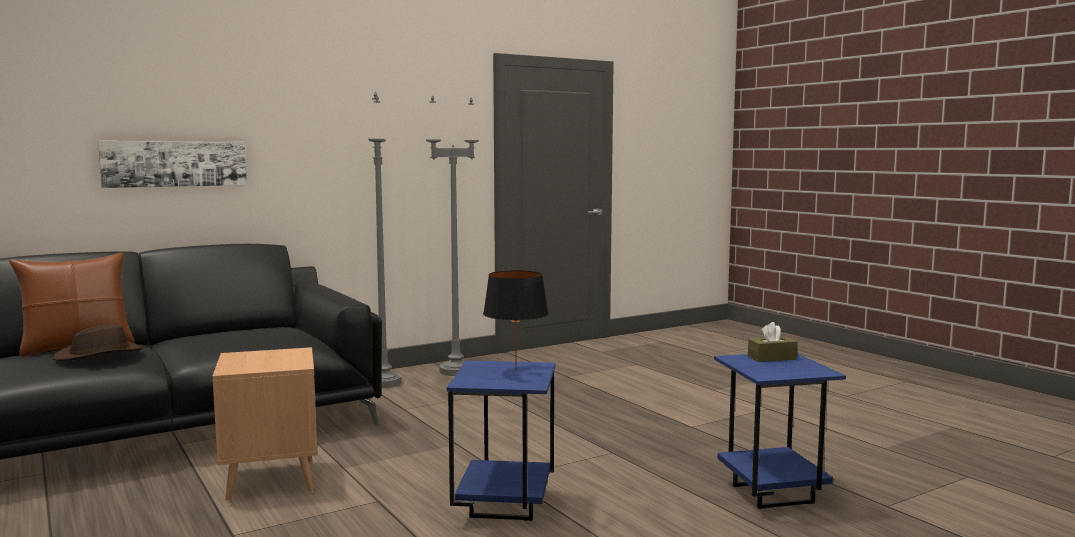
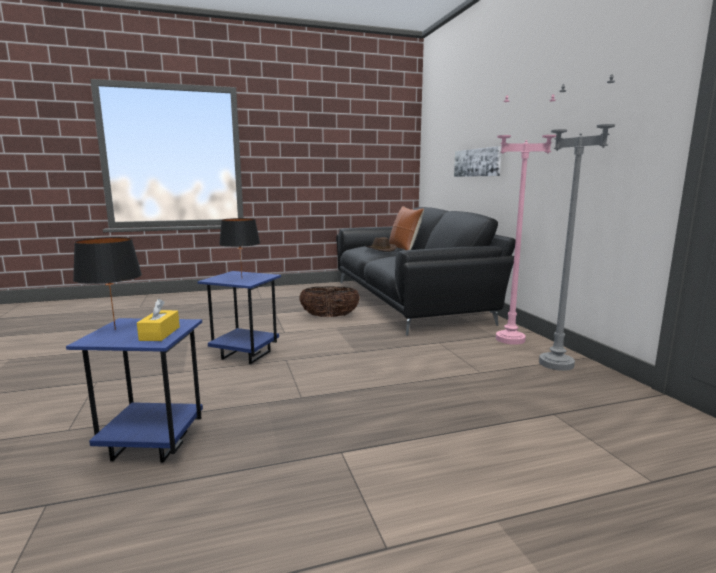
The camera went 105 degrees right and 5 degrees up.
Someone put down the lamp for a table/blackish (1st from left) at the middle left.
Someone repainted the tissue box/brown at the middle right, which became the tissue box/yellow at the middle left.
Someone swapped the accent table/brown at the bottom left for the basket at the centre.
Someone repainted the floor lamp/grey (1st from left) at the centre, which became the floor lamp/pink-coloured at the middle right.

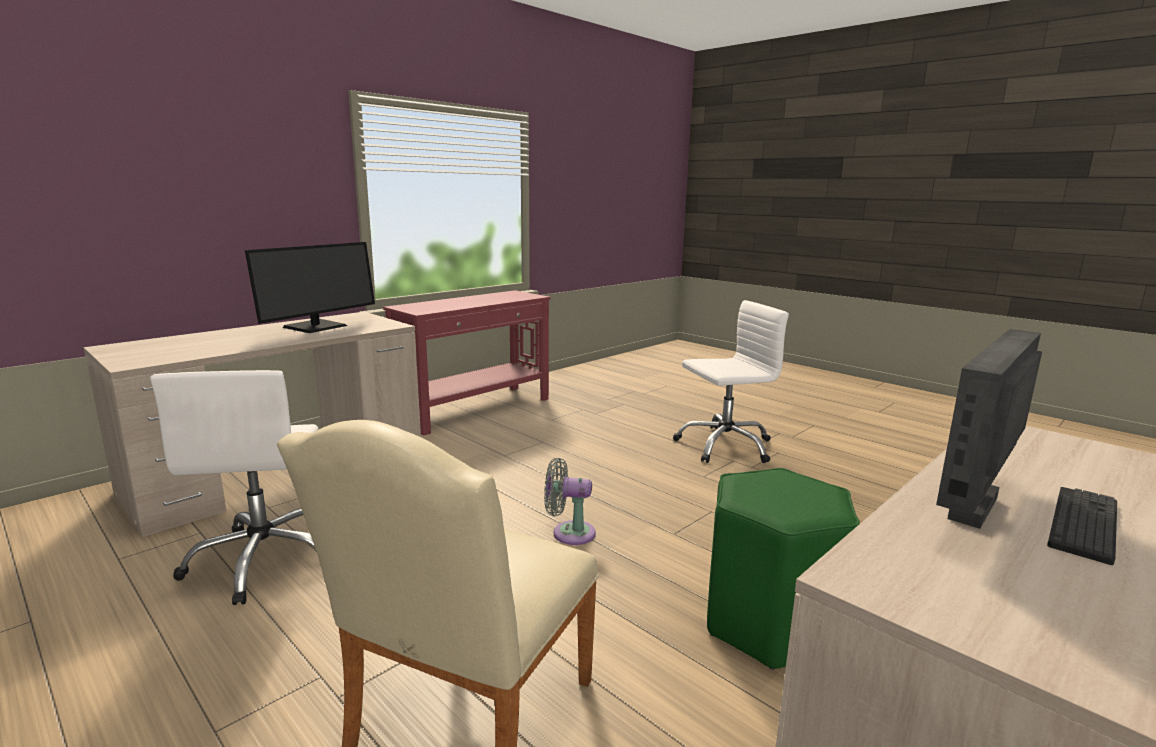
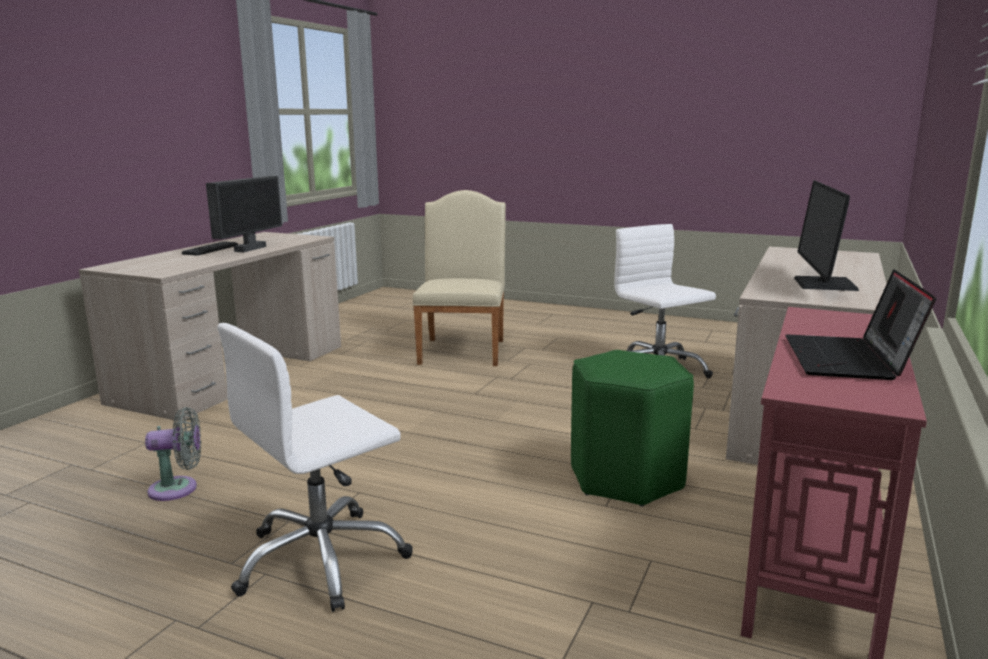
The camera went 160 degrees right and 0 degrees up.
Someone carried the cooling fan/grey from the bottom centre to the bottom left.
Someone carried the sitting stool/green-coloured from the bottom right to the centre.
Someone put down the portable computer at the middle right.

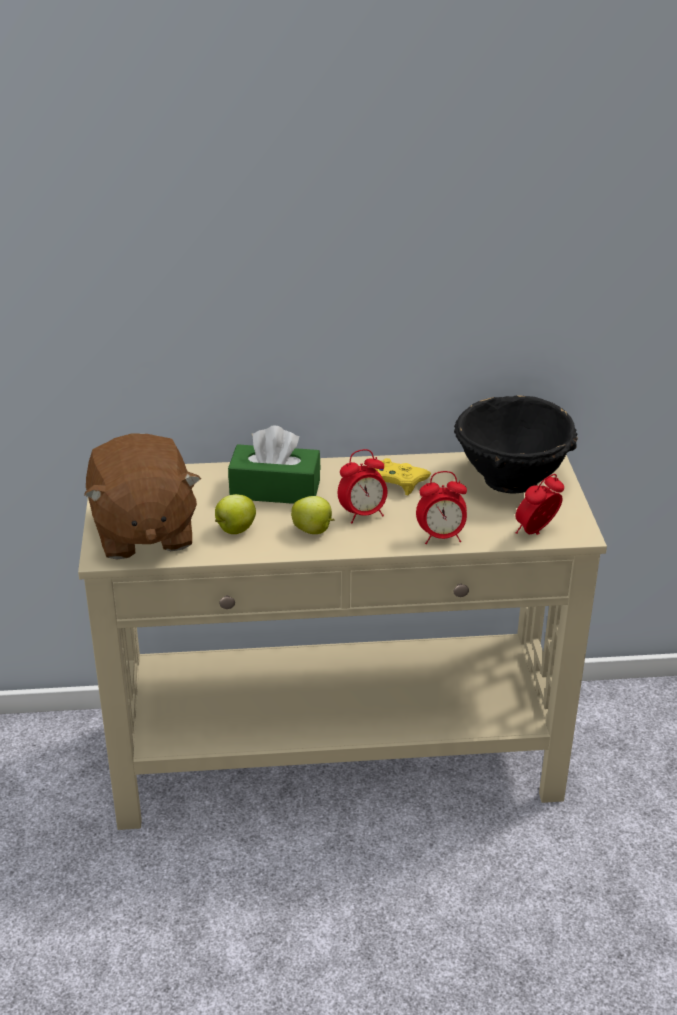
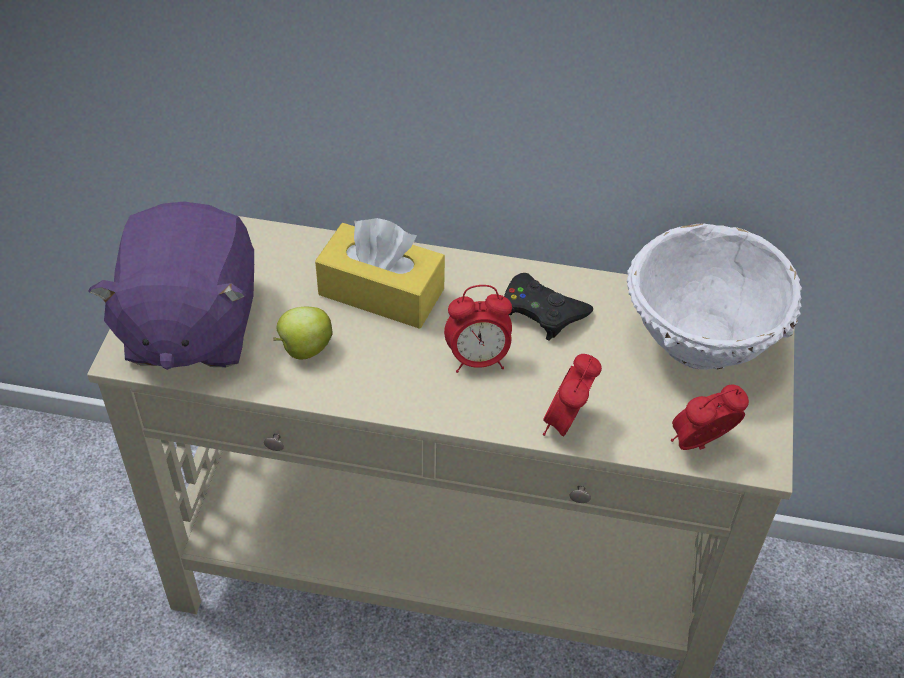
The camera went 15 degrees right and 15 degrees up.
Someone repainted the cuddly toy/brown at the middle left, which became the cuddly toy/purple-coloured at the middle left.
Someone repainted the tissue box/green-coloured at the centre, which became the tissue box/yellow at the centre.
Someone repainted the gamepad/yellow at the centre, which became the gamepad/blackish at the centre.
Someone rotated the bedside clock (2nd from left) at the centre by 105 degrees clockwise.
Someone repainted the deep dish/blackish at the middle right, which became the deep dish/whitish at the middle right.
Someone took away the whole apple (2nd from left) at the centre.

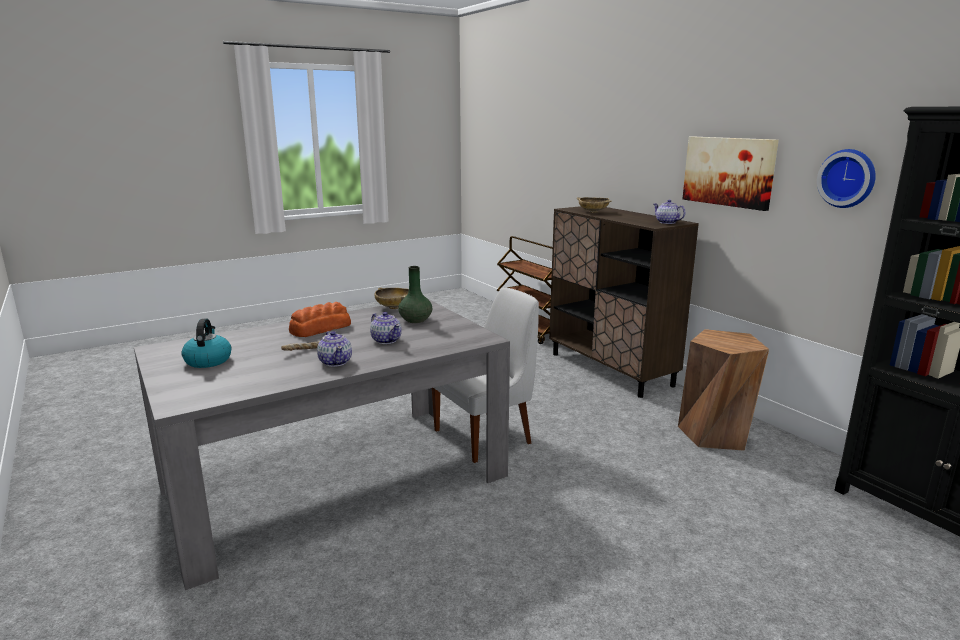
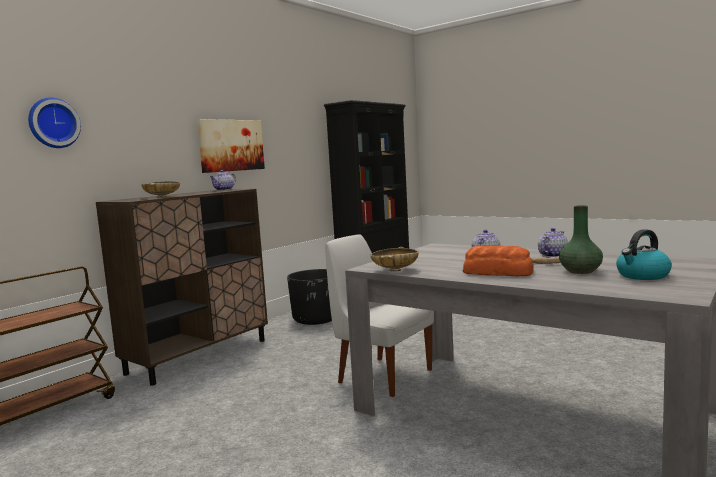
The camera went 110 degrees left and 10 degrees down.
Someone carried the clock on the wall from the top right to the top left.
Someone swapped the sitting stool/brown at the middle right for the planter/blackish at the centre.
Someone carried the vase/green-coloured from the centre to the middle right.

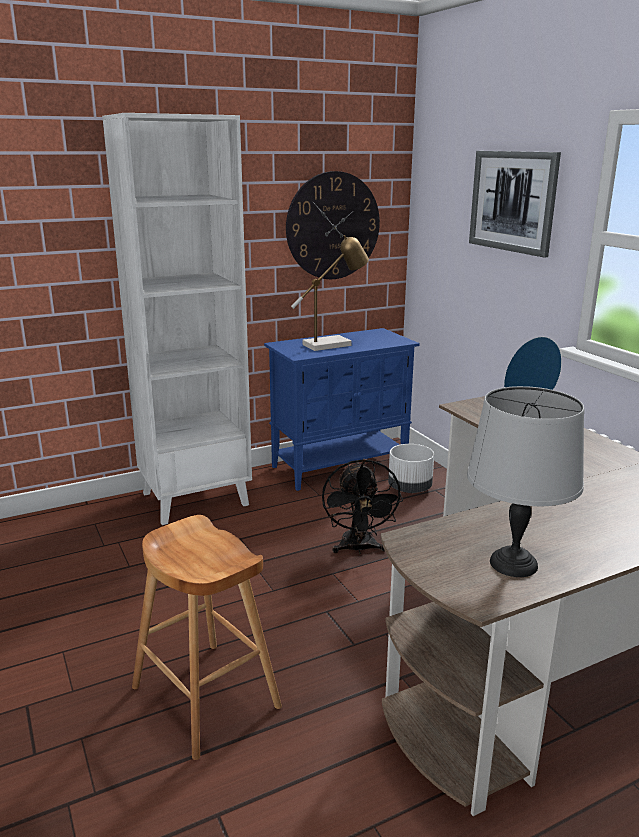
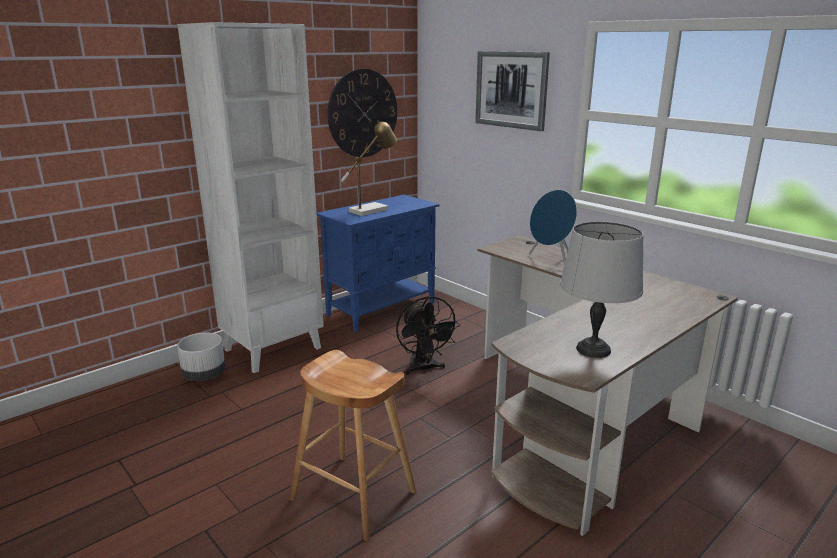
The camera went 15 degrees left and 0 degrees up.
Someone carried the planter/whitish from the centre to the middle left.

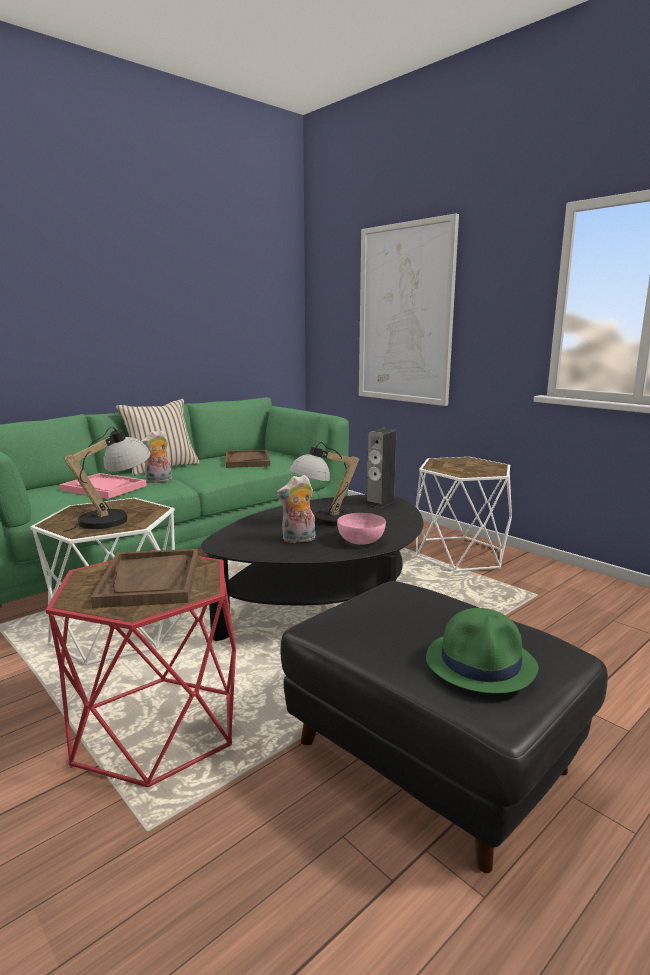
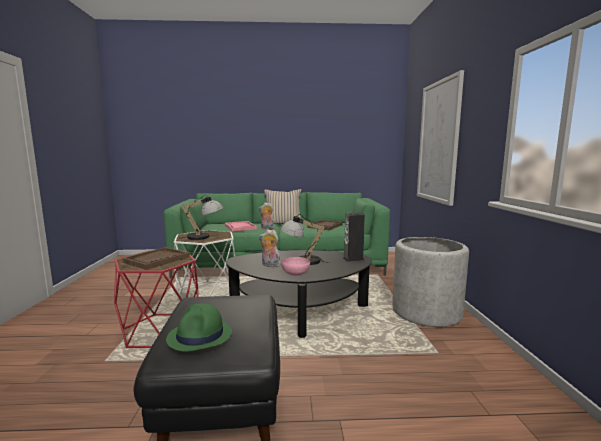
The camera went 40 degrees right and 5 degrees down.
Someone swapped the accent table/whitish (2nd from left) at the middle right for the planter/grey at the middle right.

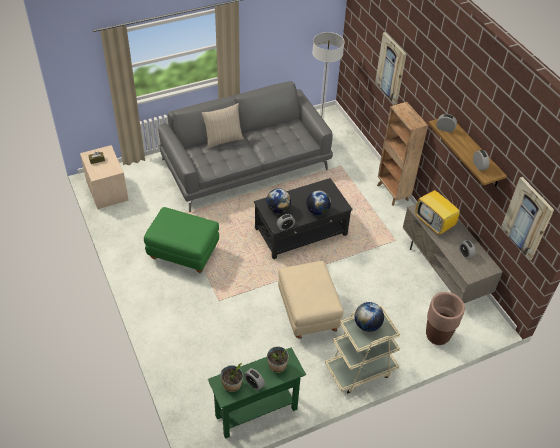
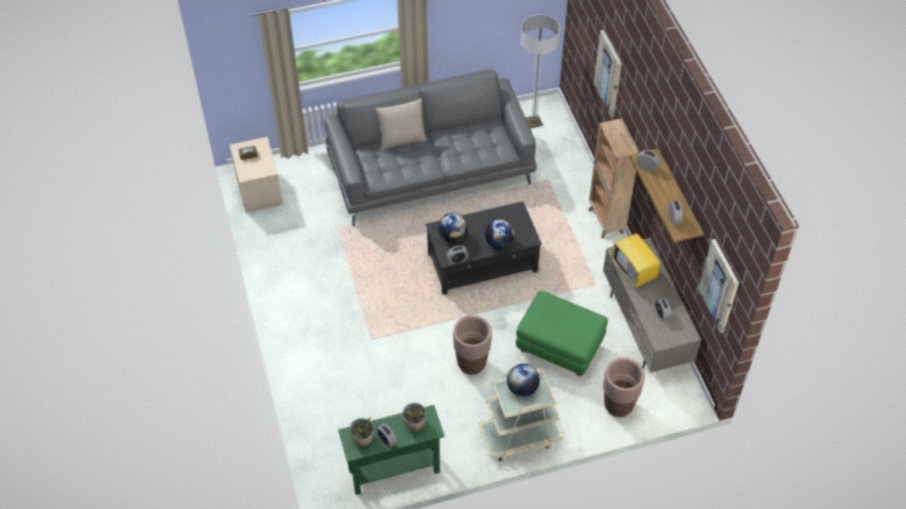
The camera went 10 degrees right and 5 degrees up.
Someone swapped the pouffe/sand-coloured at the bottom centre for the planter/brown (1st from left) at the bottom centre.
Someone carried the pouffe/green-coloured from the middle left to the centre.

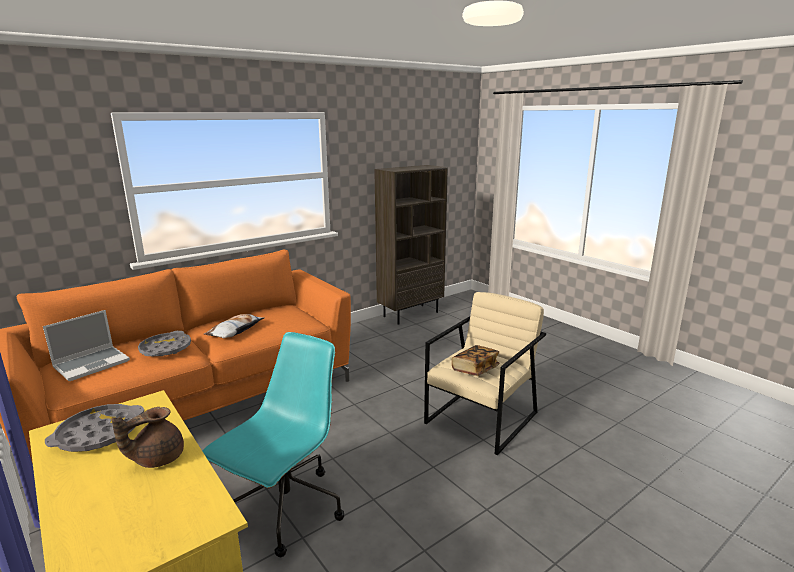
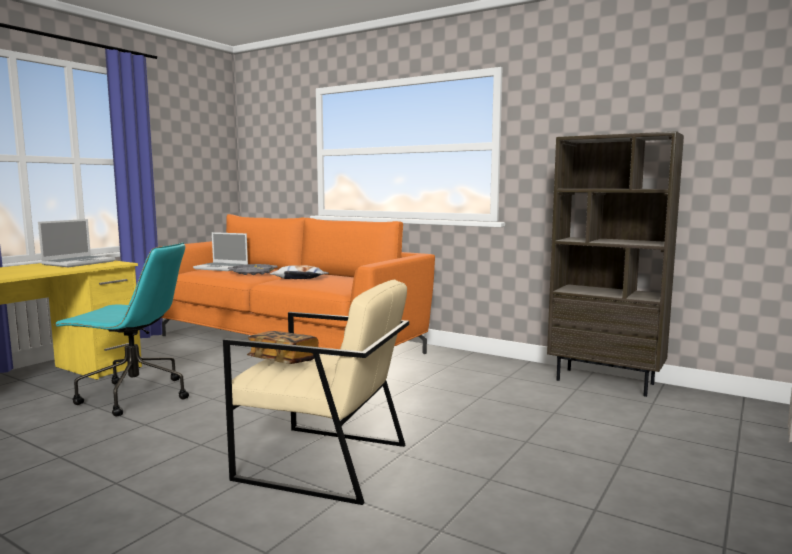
The camera went 70 degrees right and 10 degrees down.
Someone swapped the serving tray/grey (1st from left) at the bottom left for the portable computer (1st from left) at the middle left.
Someone took away the teapot/brown at the bottom left.

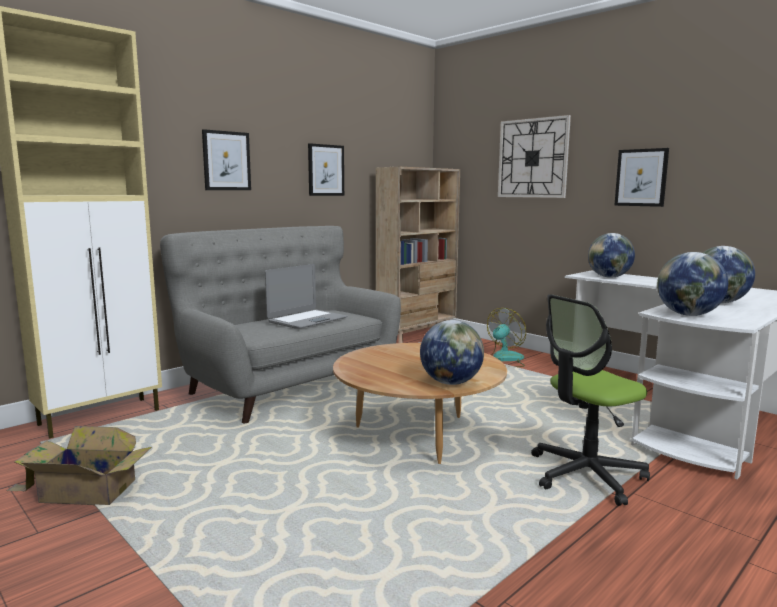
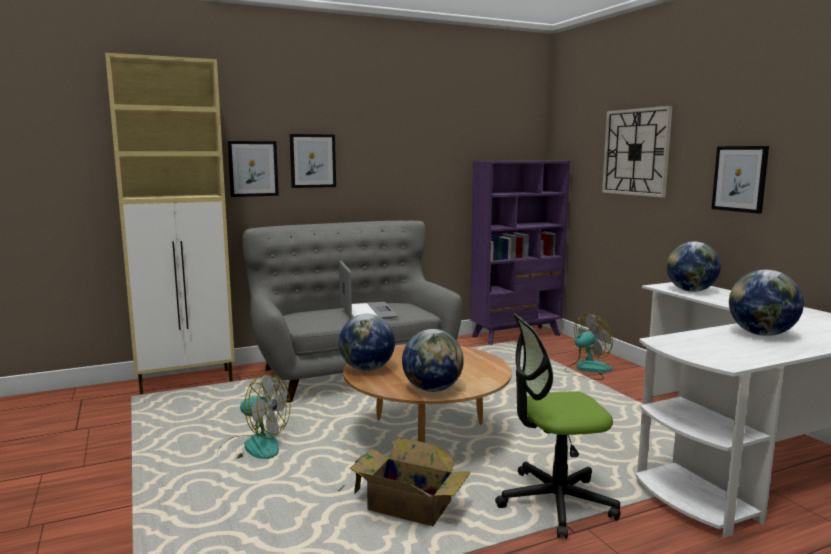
The camera went 20 degrees right and 0 degrees up.
Someone put down the cooling fan (1st from left) at the bottom left.
Someone carried the wall picture (2nd from left in the first image) from the top centre to the top left.
Someone carried the carton from the bottom left to the bottom centre.
Someone rotated the portable computer at the centre by 75 degrees counterclockwise.
Someone carried the world globe (3rd from left in the first image) from the middle right to the centre.
Someone repainted the bookshelf/sand-coloured at the centre, which became the bookshelf/purple-coloured at the centre.

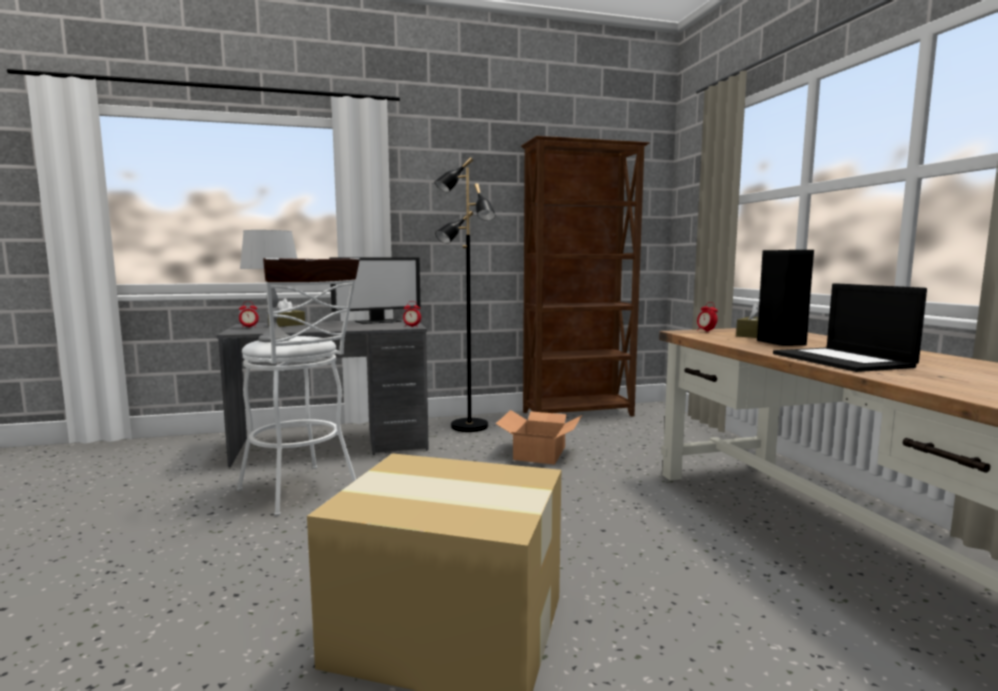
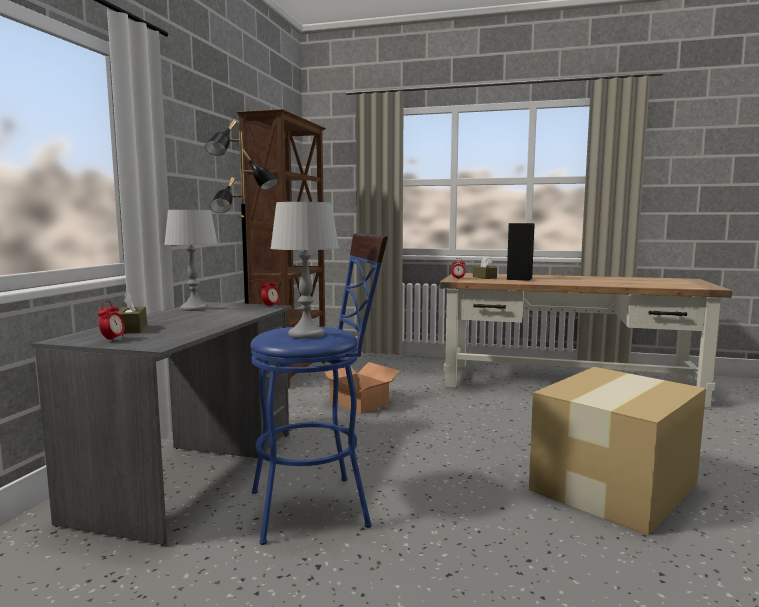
The camera went 60 degrees left and 0 degrees up.
Someone swapped the computer screen at the centre for the lamp for a table/grey (1st from left) at the middle left.
Someone repainted the sitting stool/whitish at the middle left, which became the sitting stool/bluish at the centre.
Someone took away the portable computer at the middle right.

